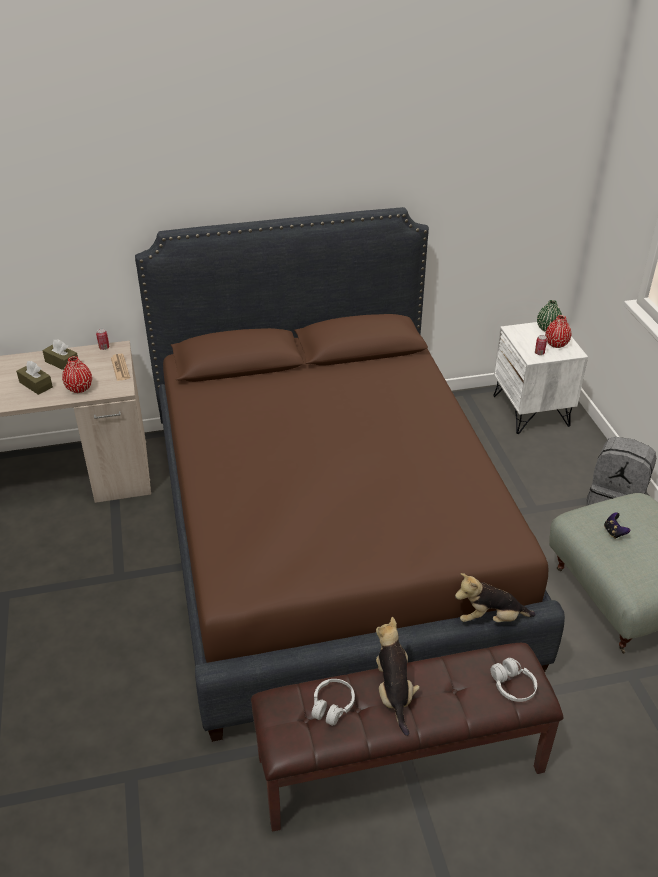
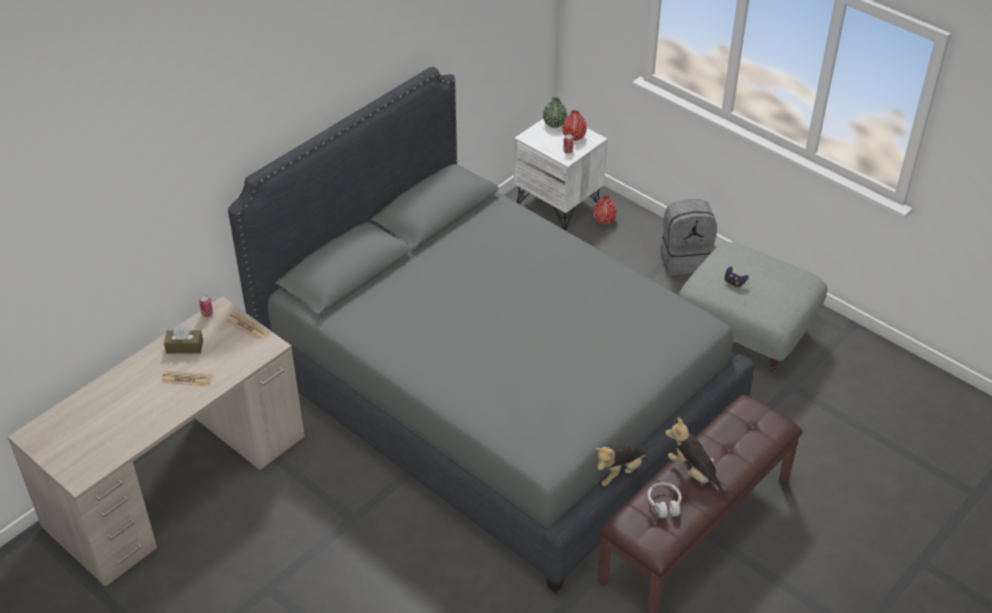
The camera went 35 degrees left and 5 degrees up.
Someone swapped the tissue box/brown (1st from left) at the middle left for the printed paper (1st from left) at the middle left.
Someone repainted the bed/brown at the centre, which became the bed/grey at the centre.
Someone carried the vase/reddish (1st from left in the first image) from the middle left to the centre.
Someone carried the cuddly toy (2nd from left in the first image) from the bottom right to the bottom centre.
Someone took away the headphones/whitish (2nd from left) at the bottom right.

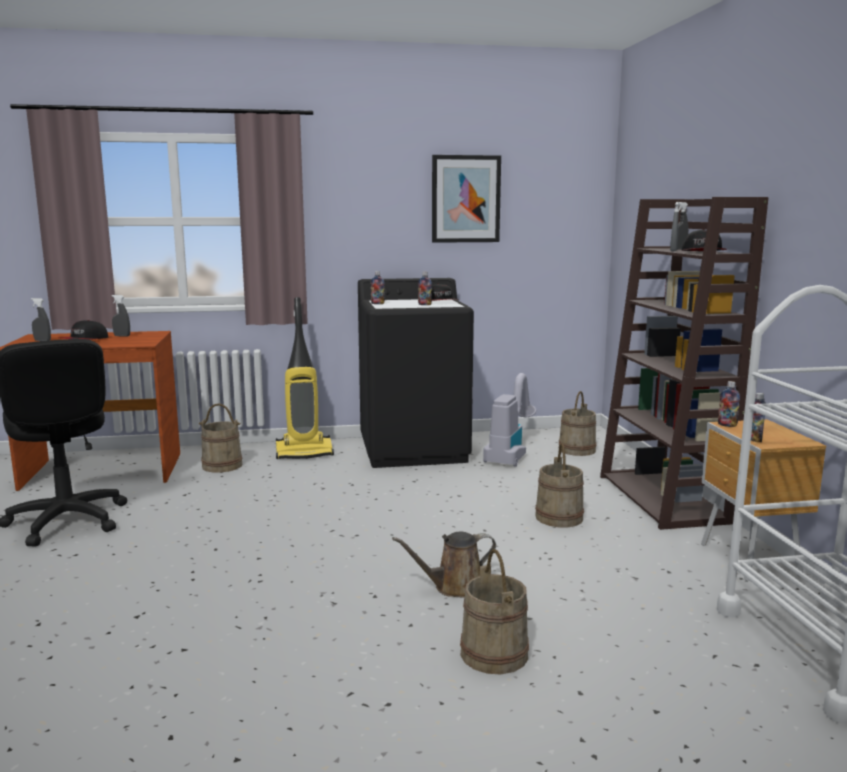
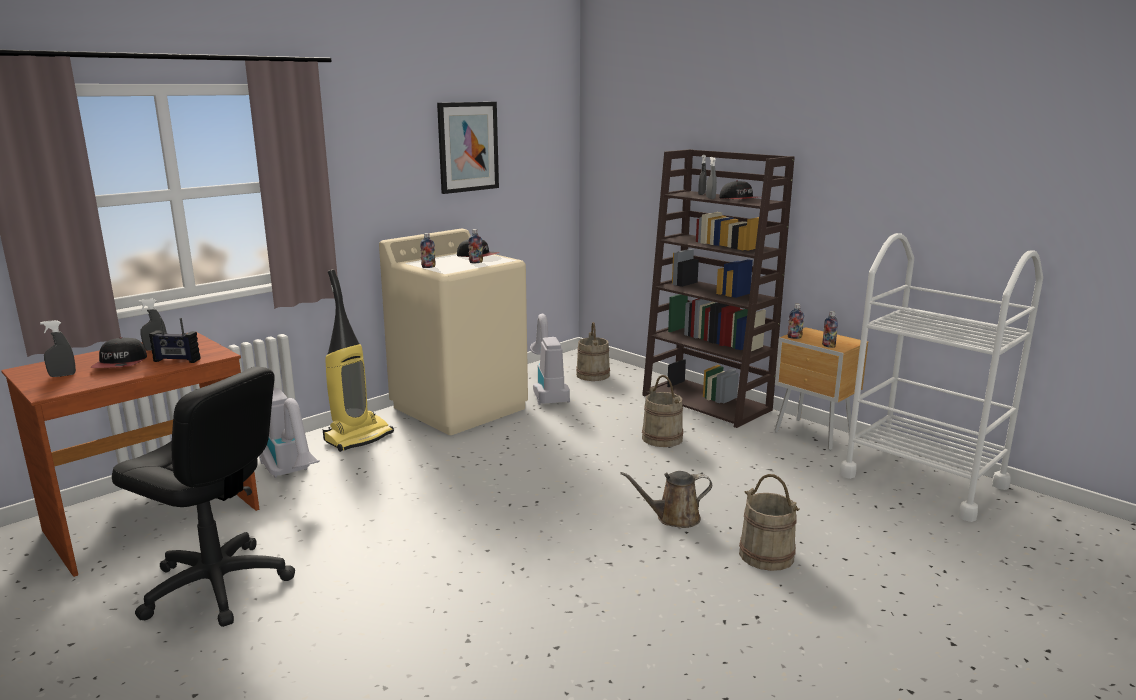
The camera went 35 degrees left and 5 degrees up.
Someone put down the radio set at the middle left.
Someone swapped the bucket/sand-coloured (1st from left) at the middle left for the vacuum (1st from left) at the middle left.
Someone repainted the laundry machine/blackish at the centre, which became the laundry machine/sand-coloured at the centre.
Someone rotated the sprinkling can/brown at the bottom centre by 45 degrees clockwise.

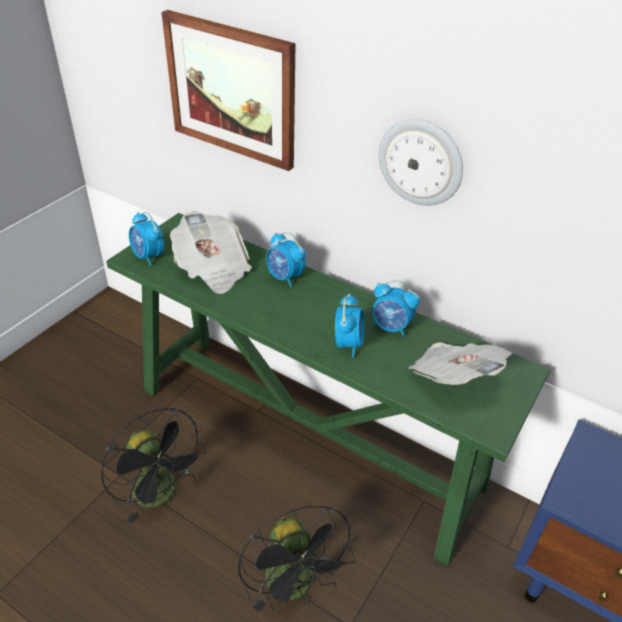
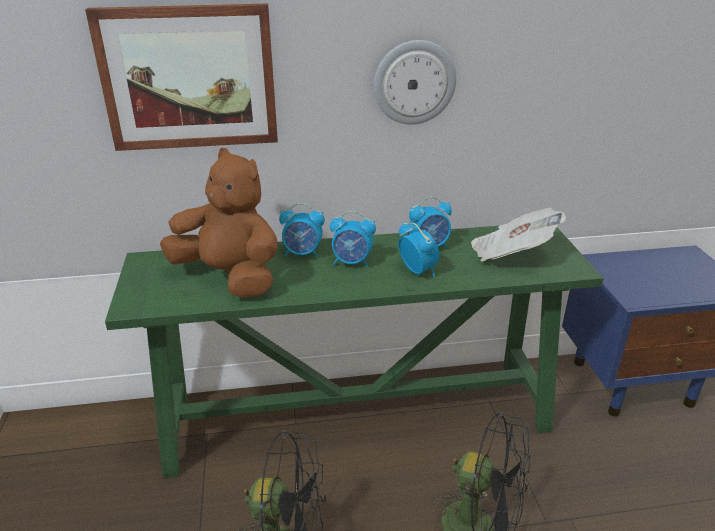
The camera went 40 degrees left and 10 degrees down.
Someone swapped the printed paper (1st from left) at the centre for the cuddly toy/brown at the middle left.
Someone carried the bedside clock (1st from left in the first image) from the middle left to the centre.

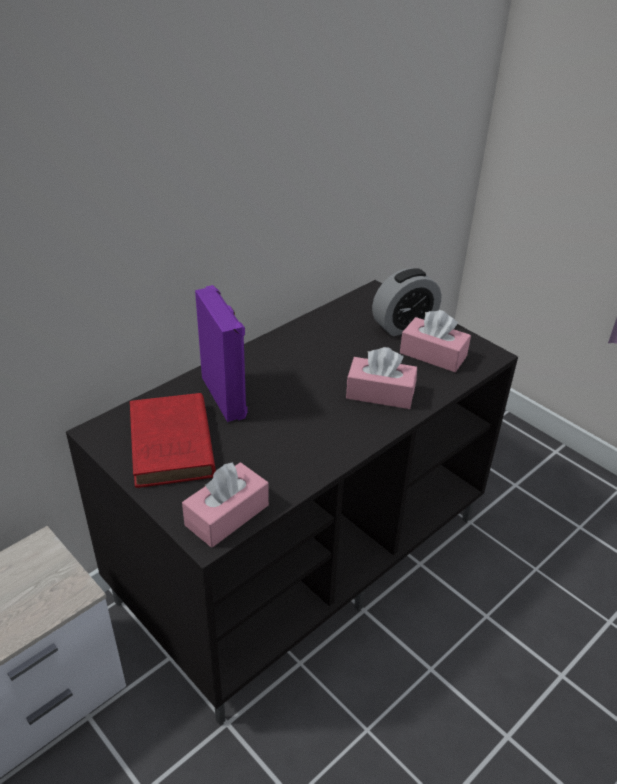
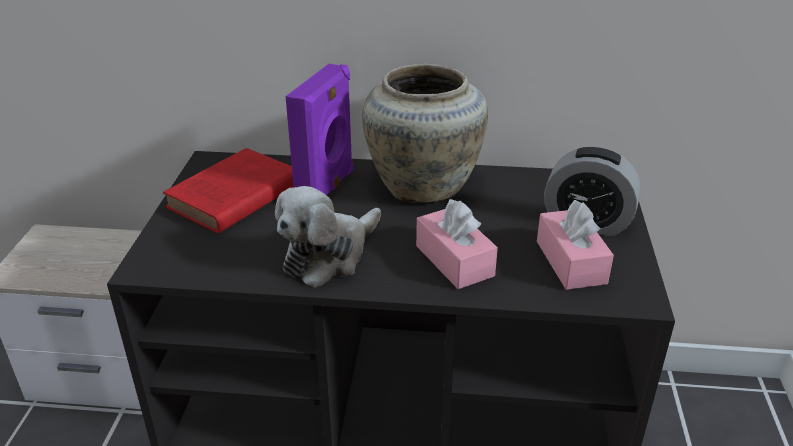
The camera went 50 degrees right and 5 degrees down.
Someone put down the cuddly toy at the centre.
Someone put down the vase/sand-coloured at the top centre.
Someone took away the tissue box/pink-coloured (1st from left) at the centre.

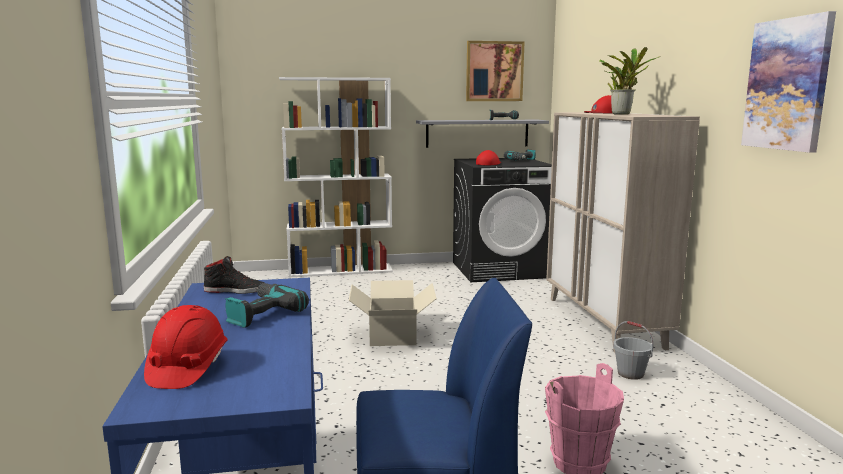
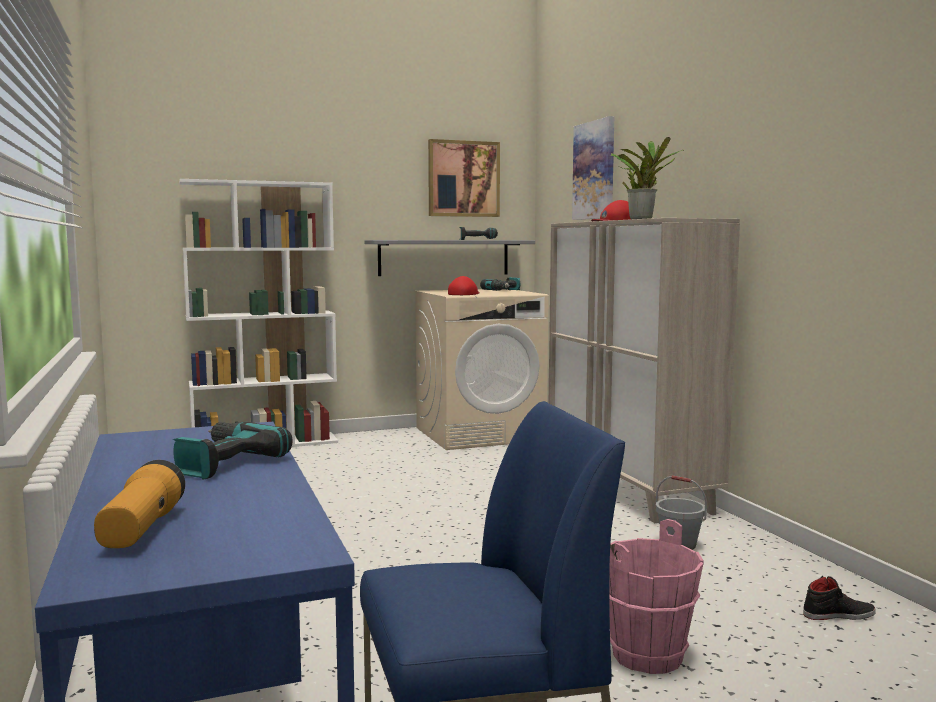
The camera went 10 degrees left and 5 degrees down.
Someone swapped the work helmet/reddish at the bottom left for the hand torch at the bottom left.
Someone repainted the laundry machine/blackish at the centre, which became the laundry machine/sand-coloured at the centre.
Someone carried the wall picture (2nd from left) from the top right to the top centre.
Someone carried the shoe/blackish from the middle left to the bottom right.
Someone took away the carton at the centre.

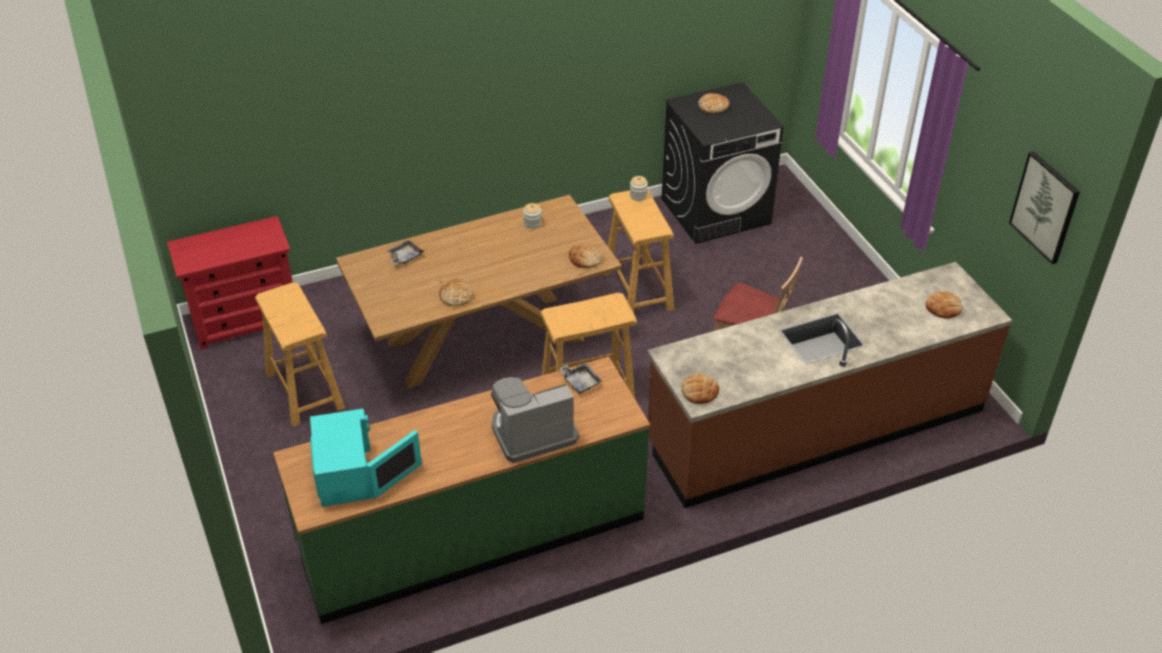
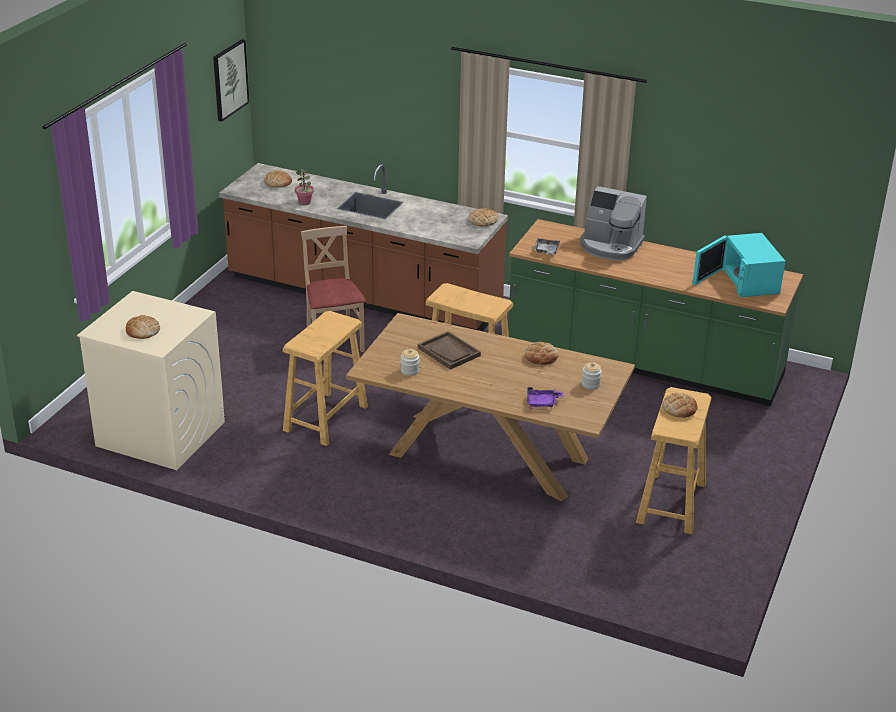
The camera went 135 degrees left and 10 degrees down.
Someone repainted the laundry machine/blackish at the top centre, which became the laundry machine/sand-coloured at the middle left.
Someone put down the plant in a pot at the top centre.
Someone put down the serving tray/brown at the centre.
Someone repainted the serving tray/grey (1st from left) at the centre, which became the serving tray/purple-coloured at the centre.
Someone carried the storage jar (2nd from left) from the top centre to the centre.
Someone carried the baked bread (2nd from left in the first image) from the centre to the middle right.
Someone rotated the kitchen microwave/turquoise-coloured at the bottom left by 45 degrees counterclockwise.
Someone took away the chest of drawers/reddish at the middle left.

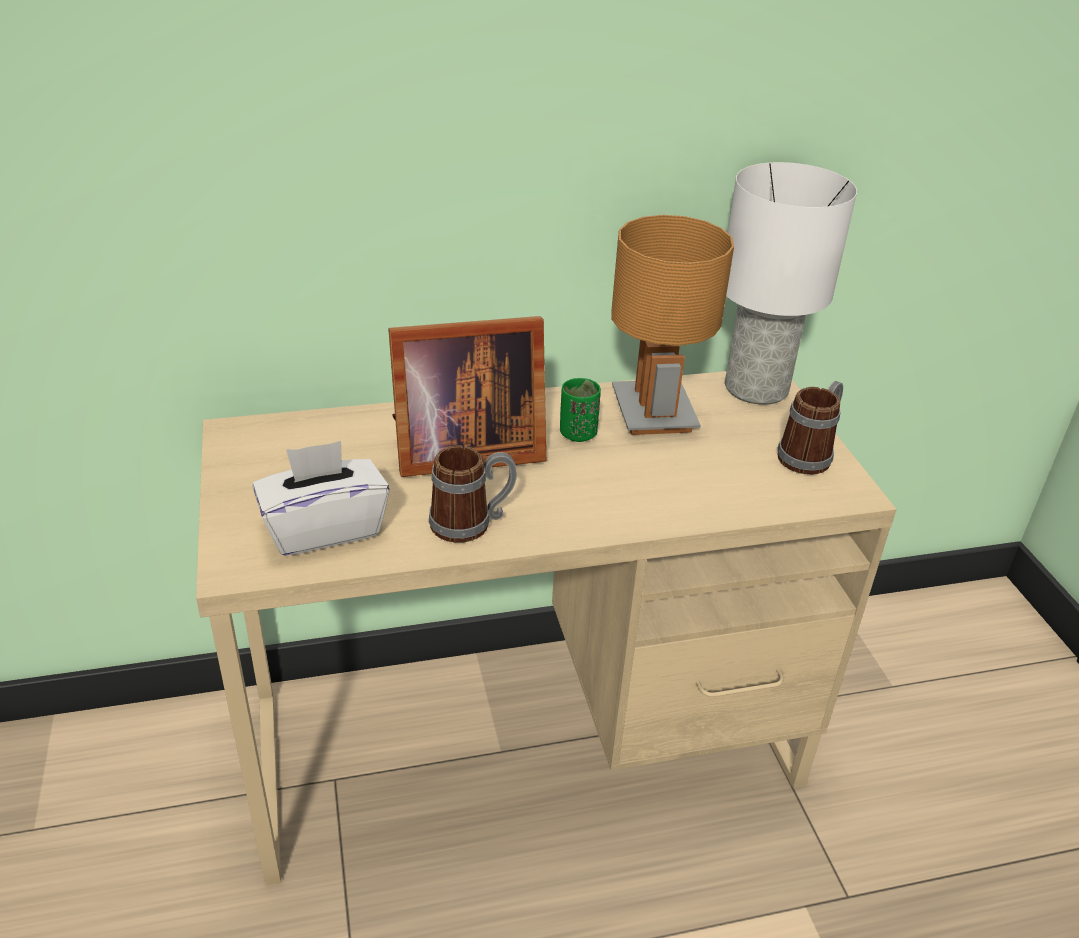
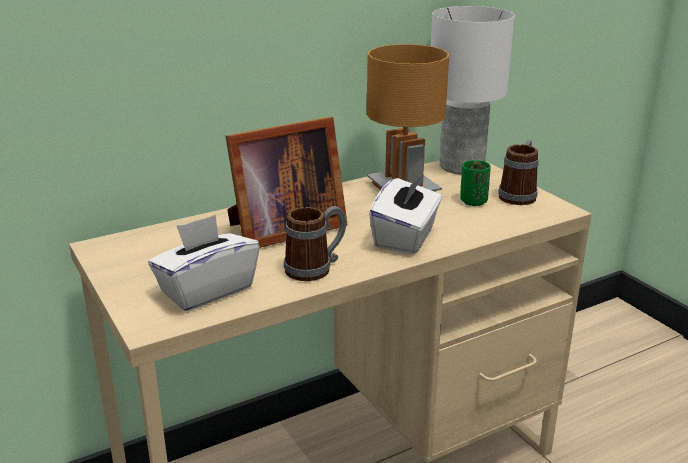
The camera went 15 degrees left and 10 degrees down.
Someone put down the tissue box/whitish (2nd from left) at the centre.
Someone carried the drinking cup/green-coloured from the centre to the middle right.

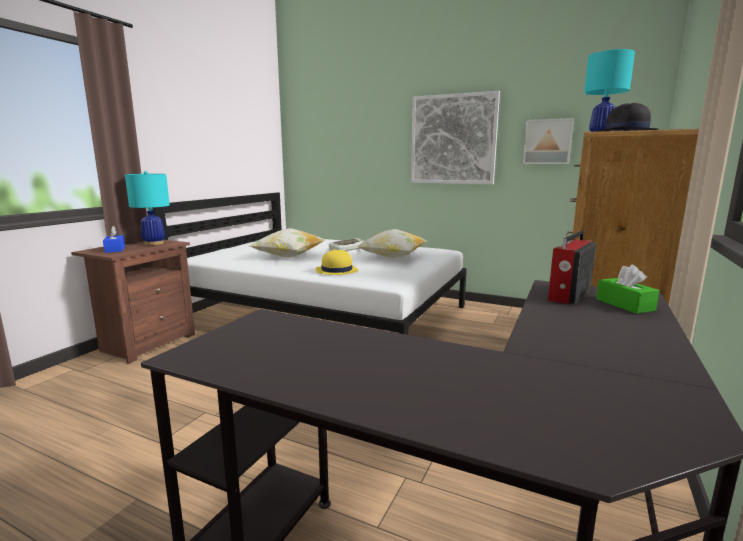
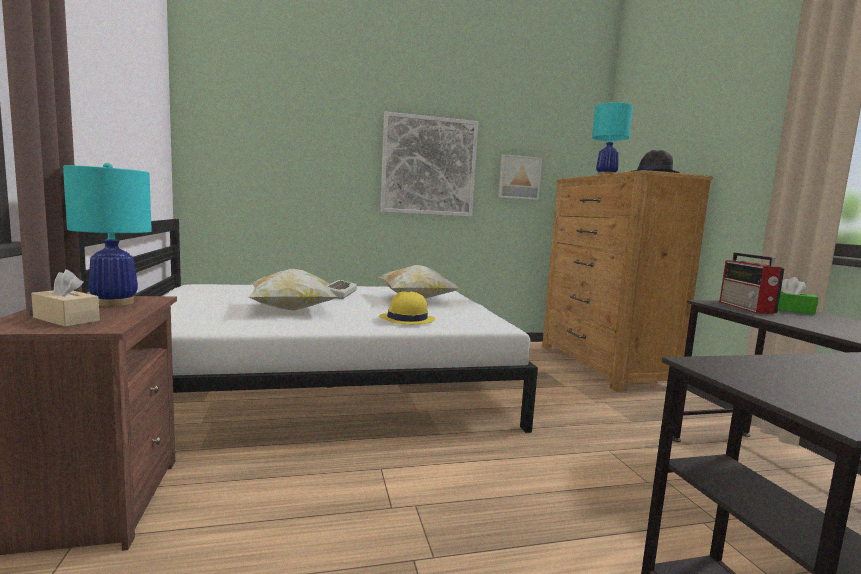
The camera went 40 degrees left and 5 degrees down.
Someone repainted the tissue box/bluish at the middle left, which became the tissue box/sand-coloured at the middle left.

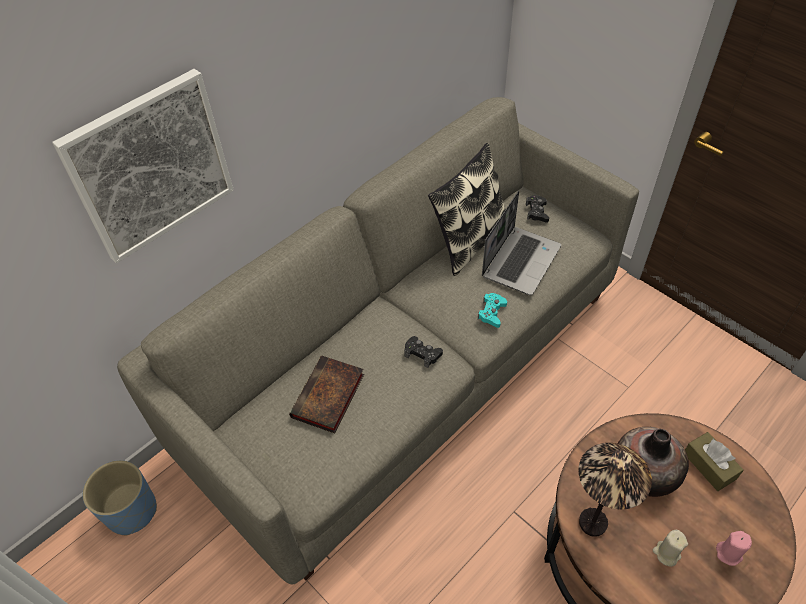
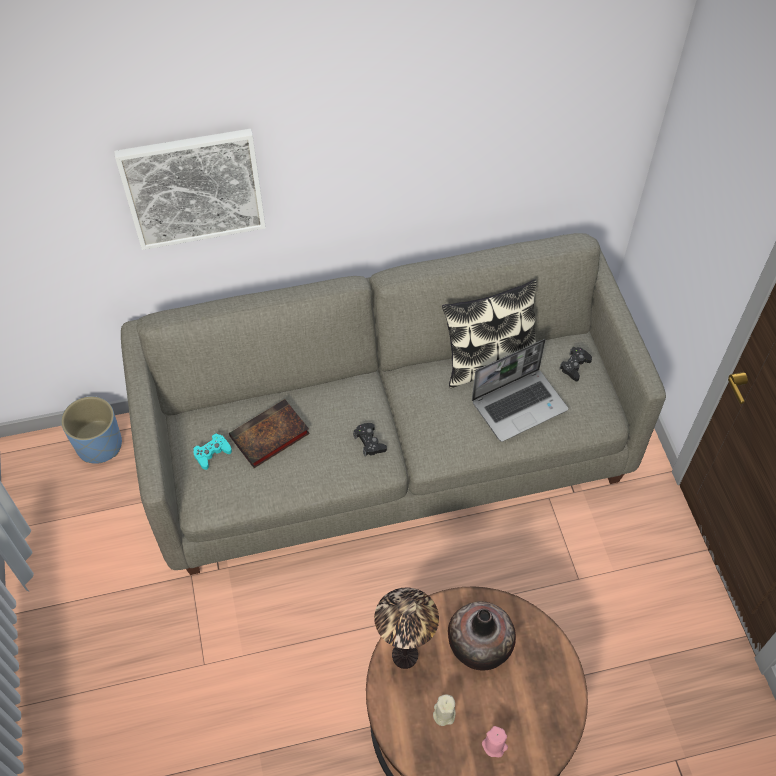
The camera went 30 degrees right and 5 degrees up.
Someone carried the gamepad/turquoise-coloured from the centre to the middle left.
Someone took away the tissue box/brown at the bottom right.

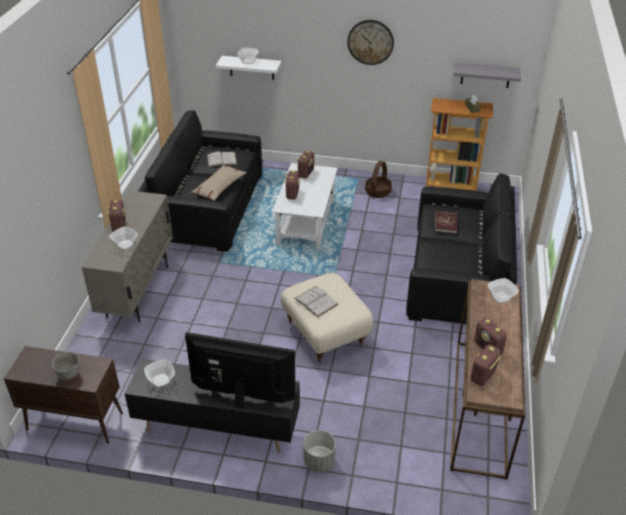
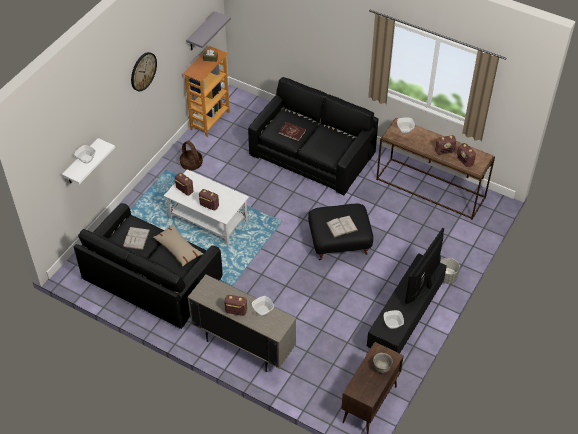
The camera went 70 degrees left and 10 degrees up.
Someone repainted the pouffe/sand-coloured at the centre, which became the pouffe/blackish at the centre.

